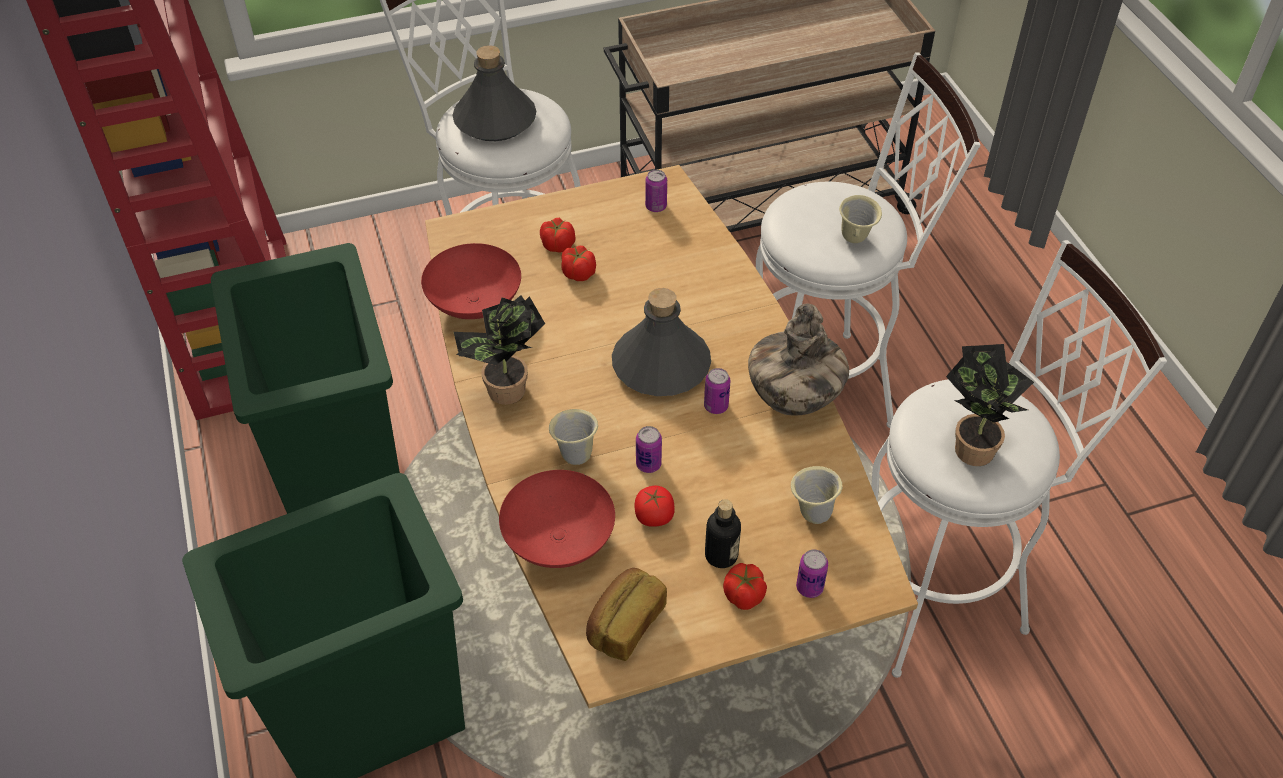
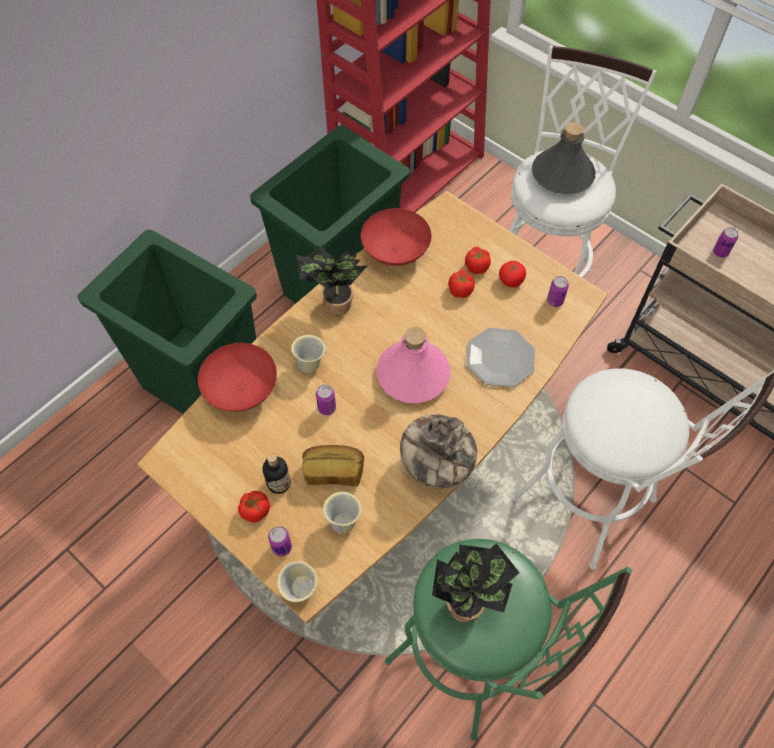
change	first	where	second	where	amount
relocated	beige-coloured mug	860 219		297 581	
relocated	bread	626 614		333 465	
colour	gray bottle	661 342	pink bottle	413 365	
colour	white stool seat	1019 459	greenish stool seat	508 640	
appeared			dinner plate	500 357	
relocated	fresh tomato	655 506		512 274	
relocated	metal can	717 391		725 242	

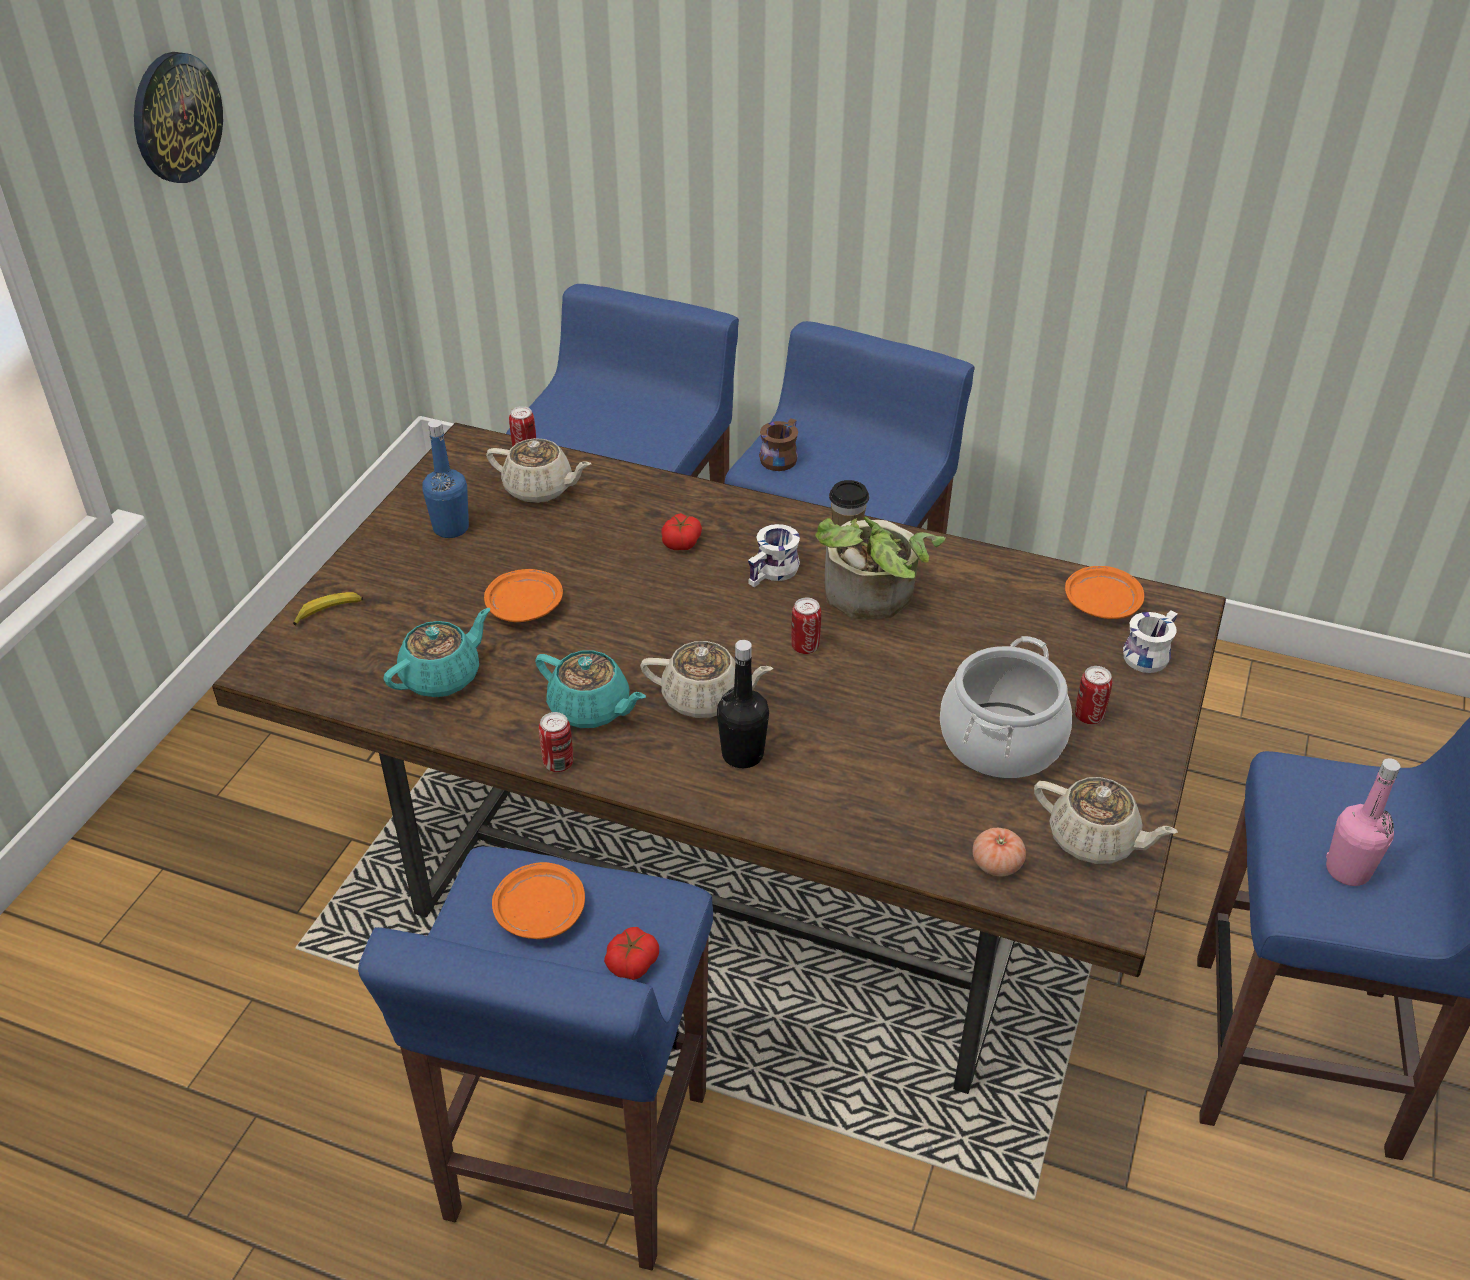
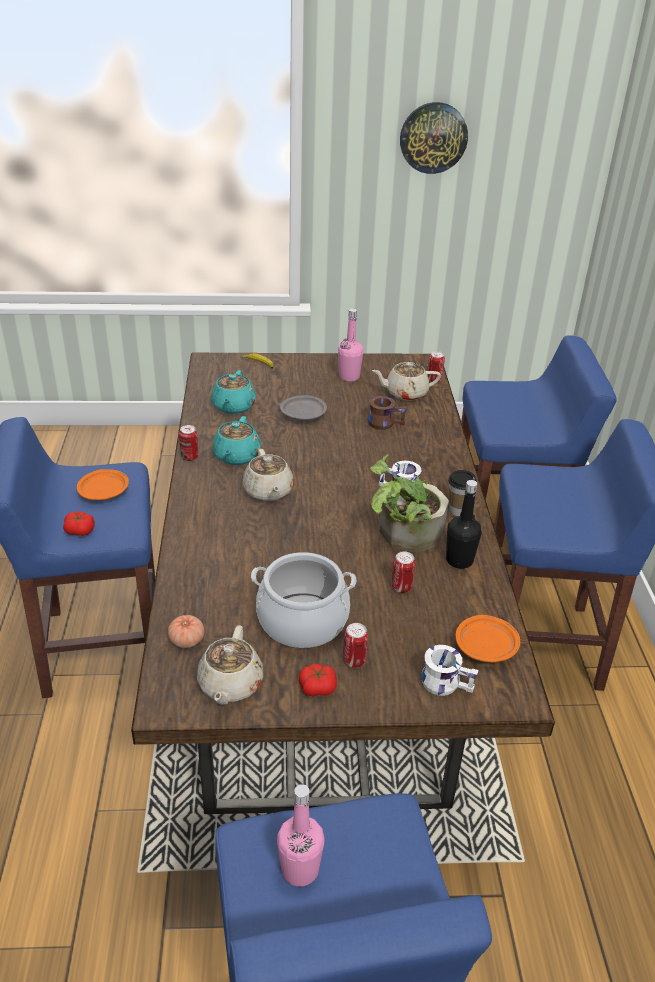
change	first	where	second	where	amount
spun	turquoise pot for tea	436 652		233 392	75 degrees clockwise
colour	orange dinner plate	523 595	gray dinner plate	303 407	
relocated	fresh tomato	681 531		318 680	
colour	blue-coloured bottle	445 479	pink bottle	351 345	
relocated	brown-coloured mug	778 444		387 413	
spun	beige-coloured pot for tea	538 470		406 381	90 degrees clockwise
relocated	metal can	806 625		403 572	
relocated	black bottle	743 704		464 524	

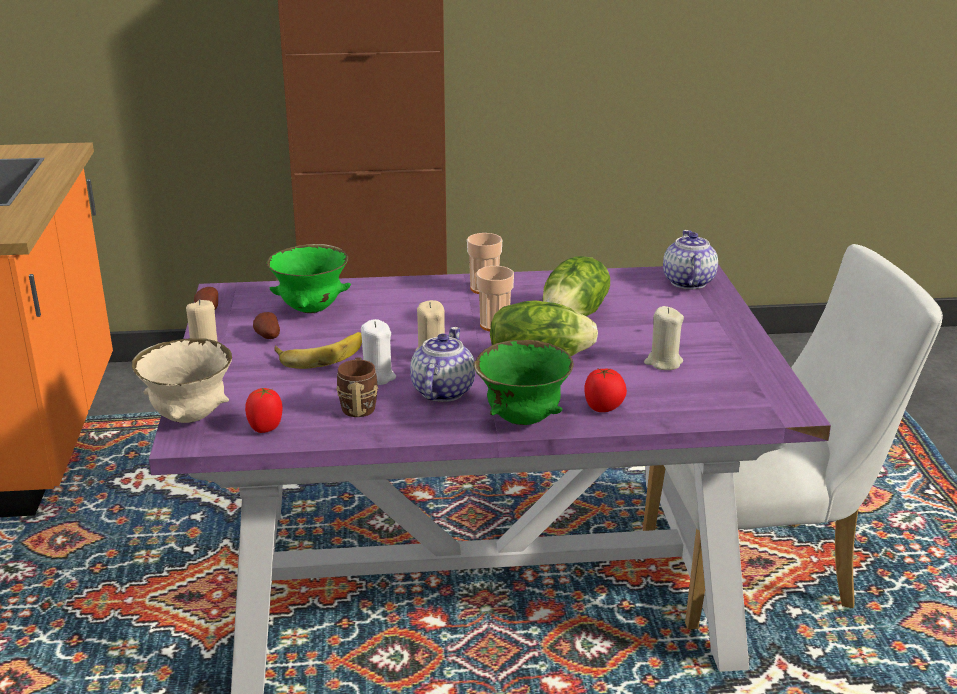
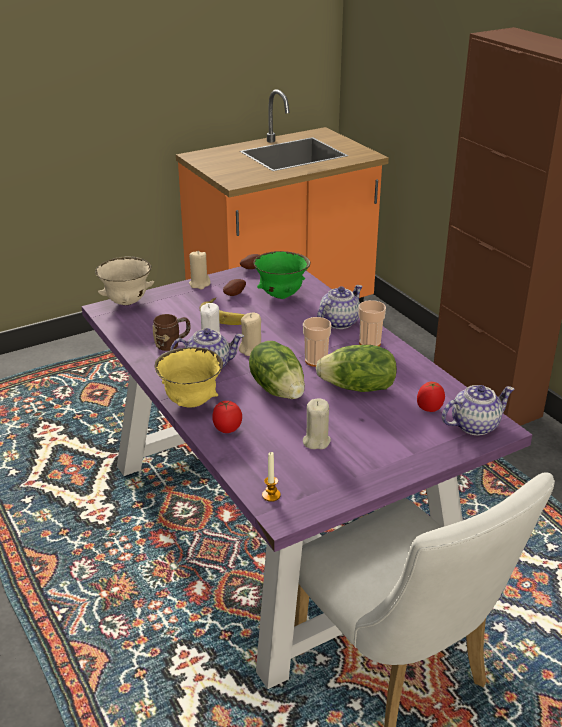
change	first	where	second	where	amount
colour	greenish bowl	523 382	yellow bowl	189 377	
appeared			candle	271 477	
appeared			pot for tea	339 307	
relocated	fresh tomato	264 410		431 397	

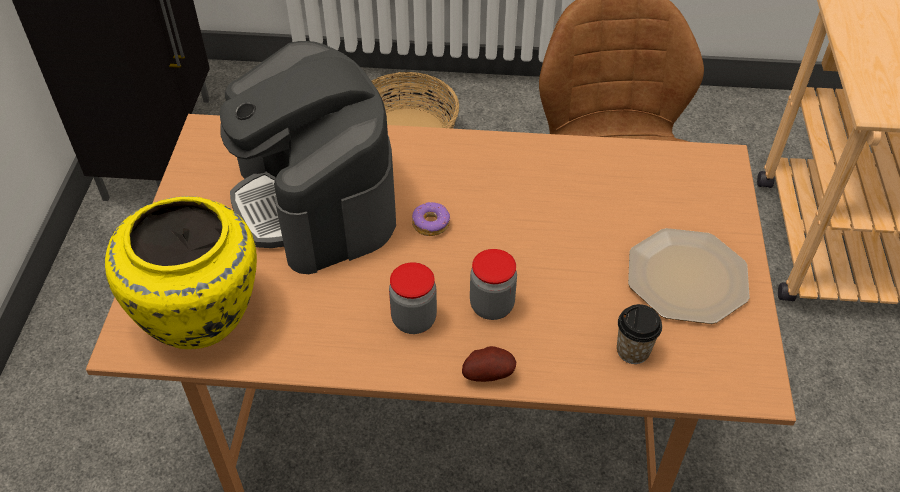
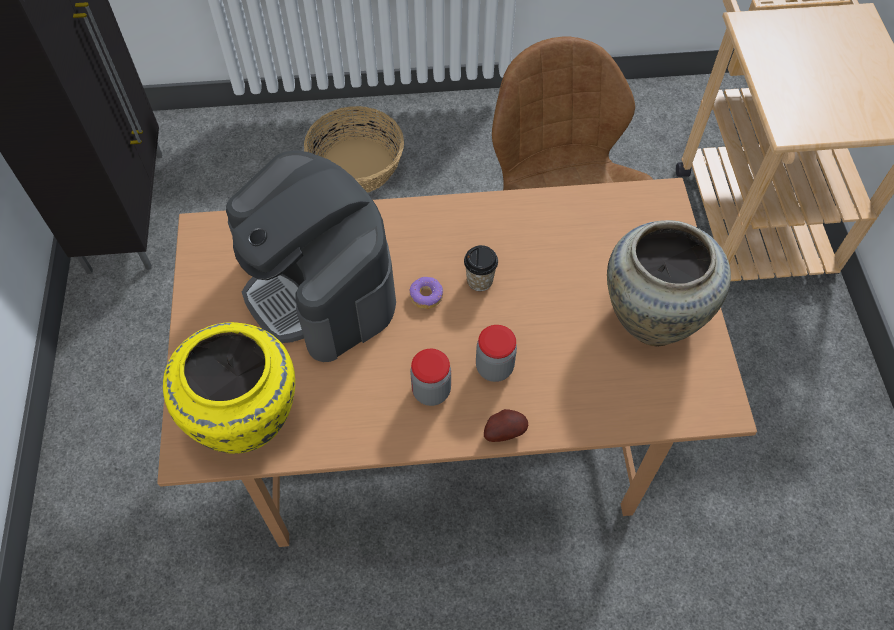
change	first	where	second	where	amount
relocated	drinking cup	639 334		481 268	
exchanged	dinner plate	689 276	beige-coloured flower vase	669 283	

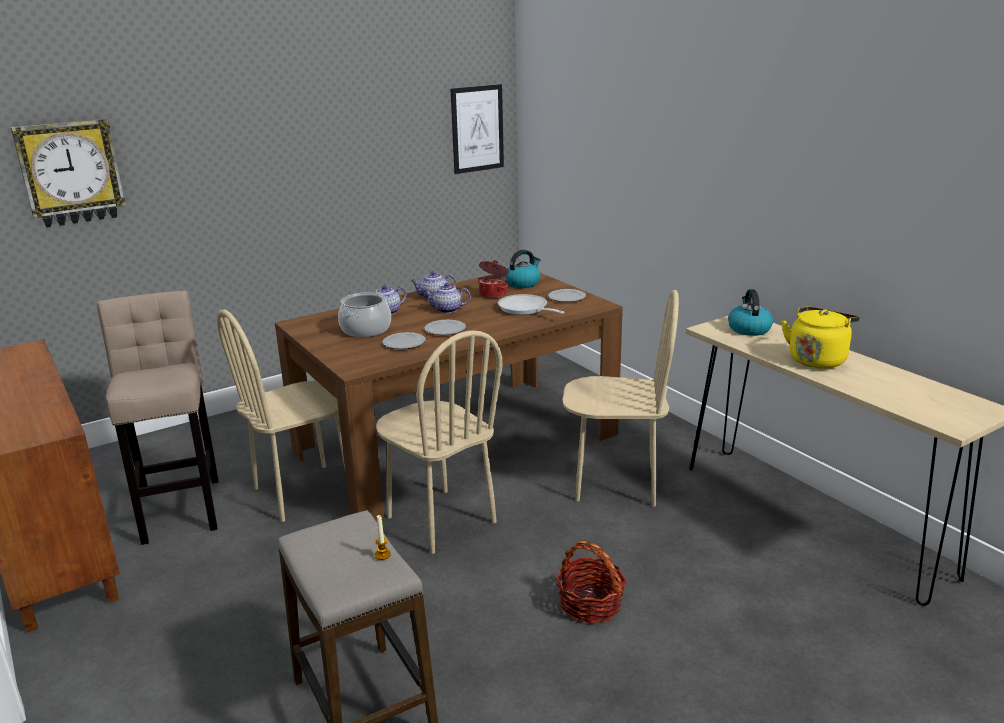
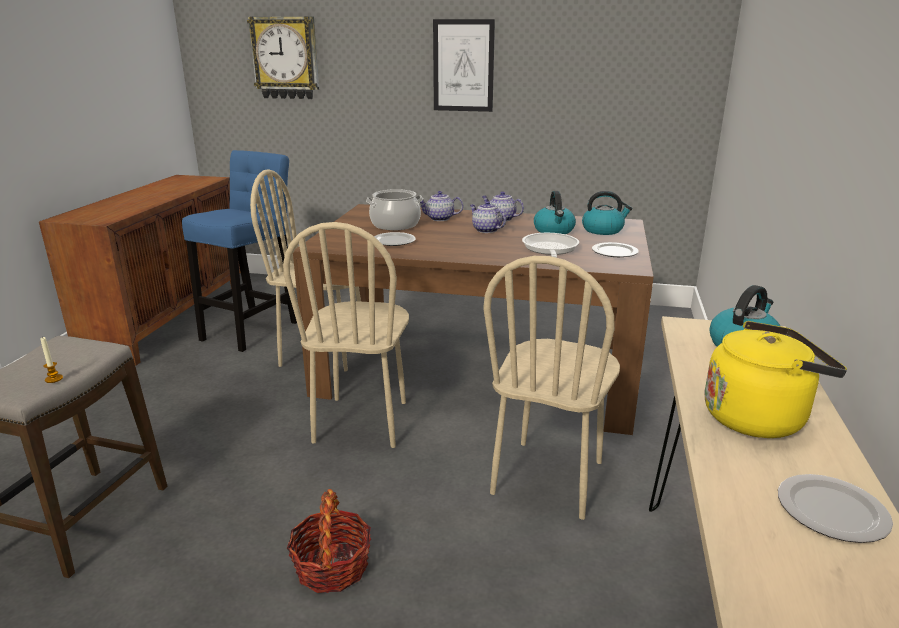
change	first	where	second	where	amount
colour	beige-coloured stool seat	157 418	blue-coloured stool seat	239 251	
relocated	wall art	477 129		464 65	
spun	beige-coloured plain chair	621 398		551 388	60 degrees clockwise
exchanged	saucepot	493 279	kettle	555 212	
relocated	dinner plate	445 327		835 508	

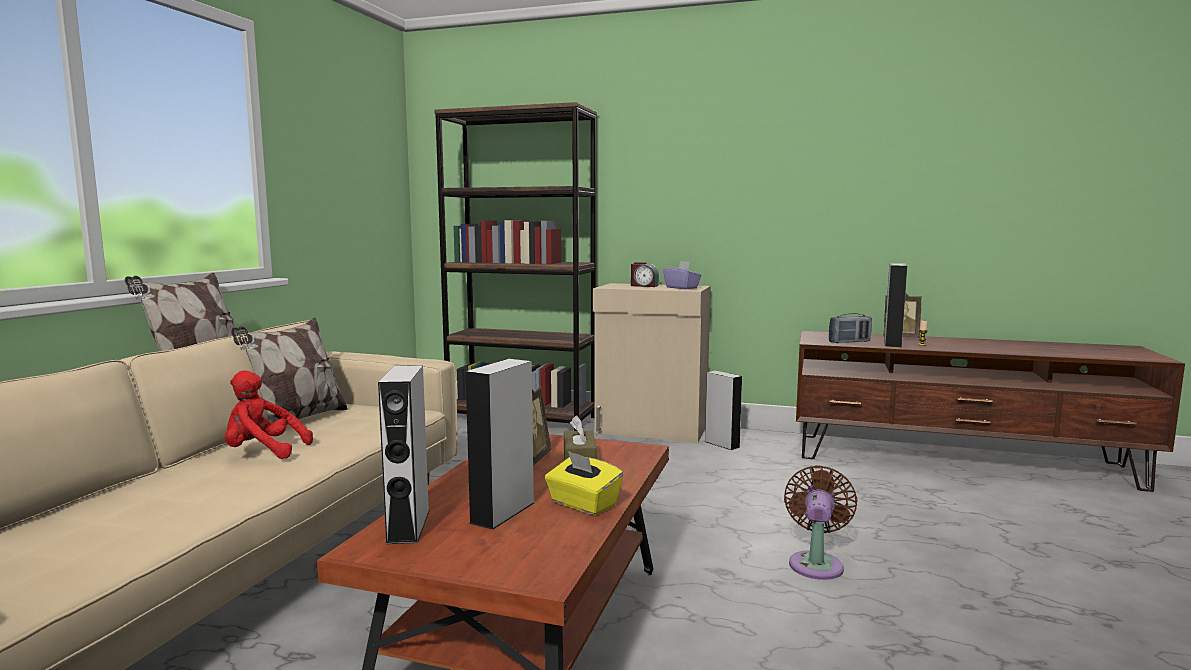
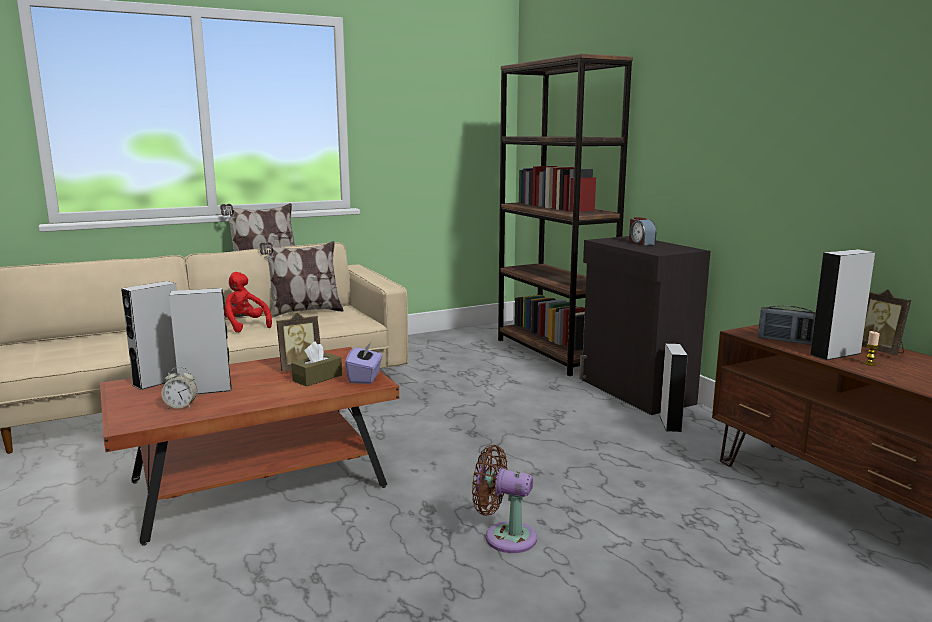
change	first	where	second	where	amount
appeared			table clock	179 388	
relocated	purplish box of tissues	682 275		364 363	
spun	brown-coloured electric fan	821 522		504 499	135 degrees counterclockwise
colour	beige-coloured cupboard	652 363	black cupboard	644 325	
missing	yellow box of tissues	584 483			

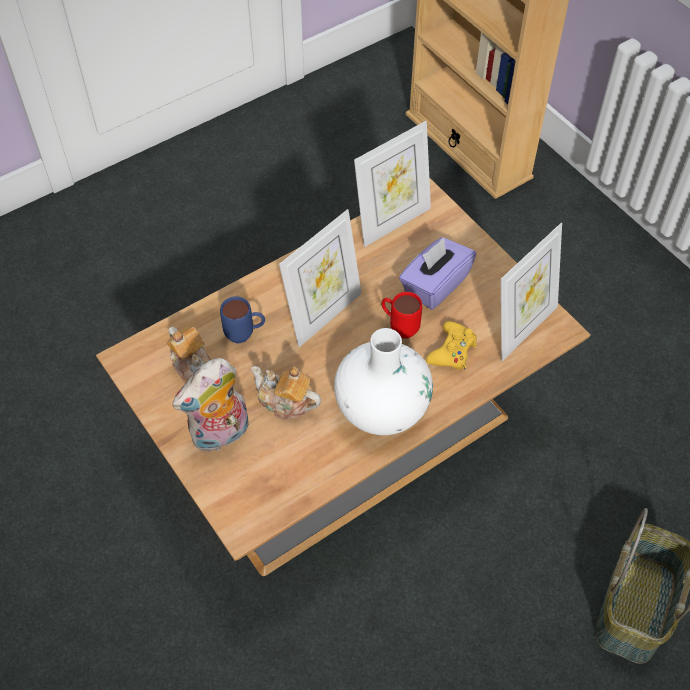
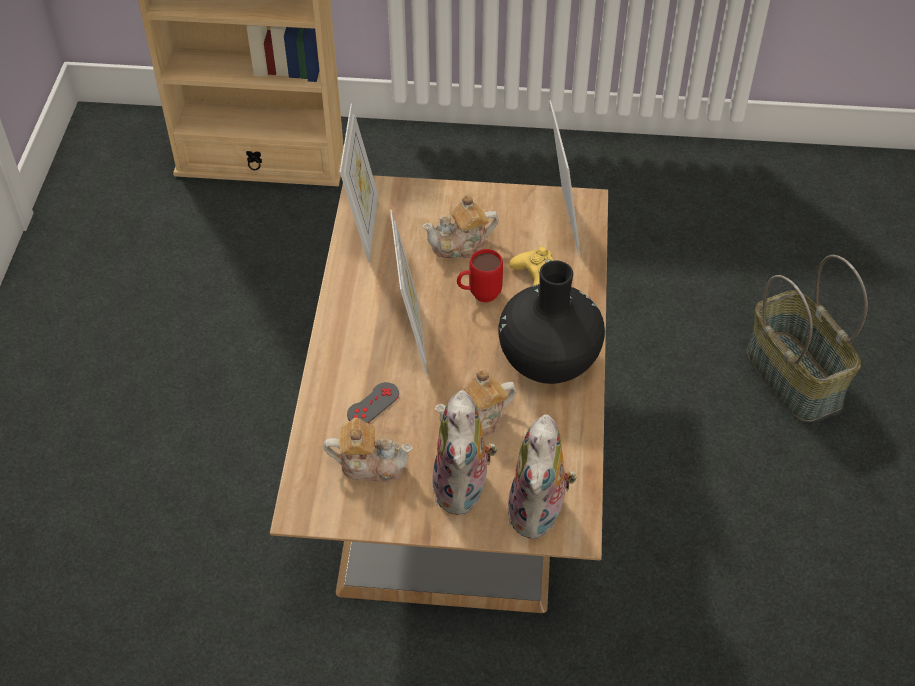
change	first	where	second	where	amount
exchanged	blue-coloured mug	242 320	gray gamepad	373 402	
exchanged	purplish box of tissues	437 273	pot for tea	460 226	
colour	white flower vase	383 381	black flower vase	551 322	
appeared			cuddly toy	542 476	

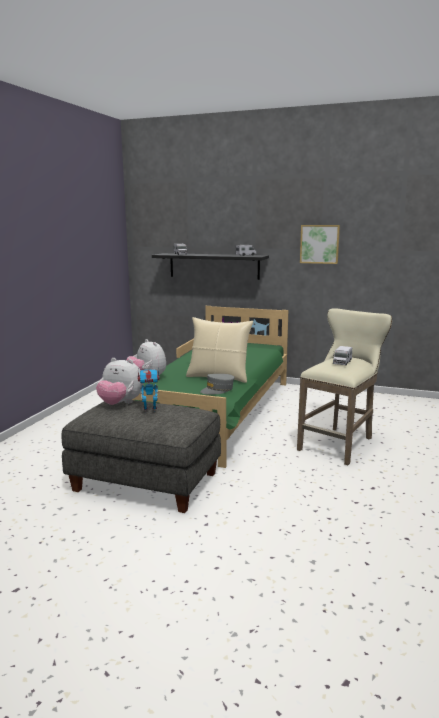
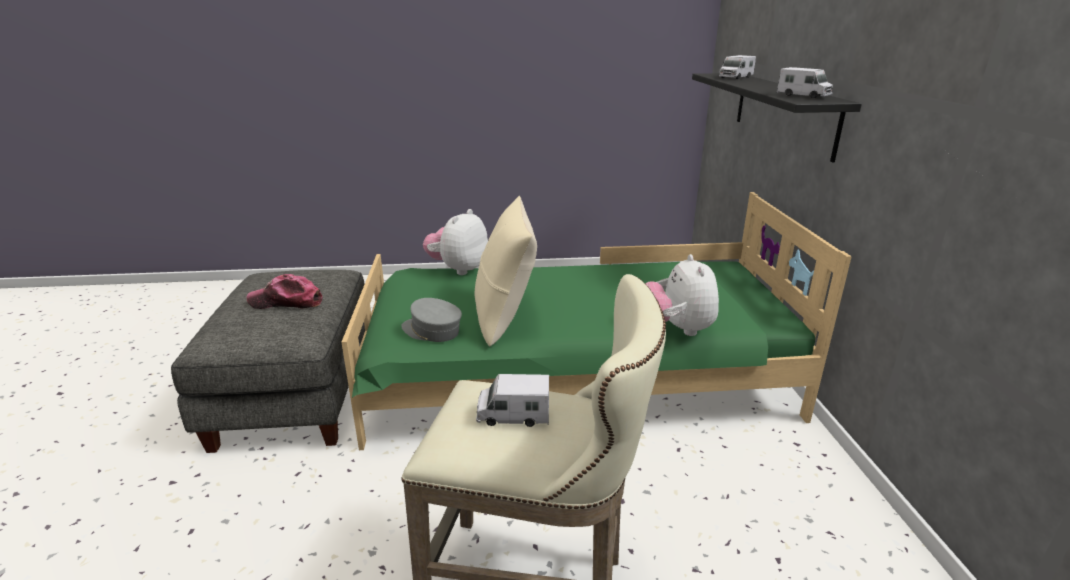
change	first	where	second	where	amount
exchanged	model robot	149 389	peaked cap	284 291	
relocated	cuddly toy	120 381		682 295	
missing	wall art	320 244			

